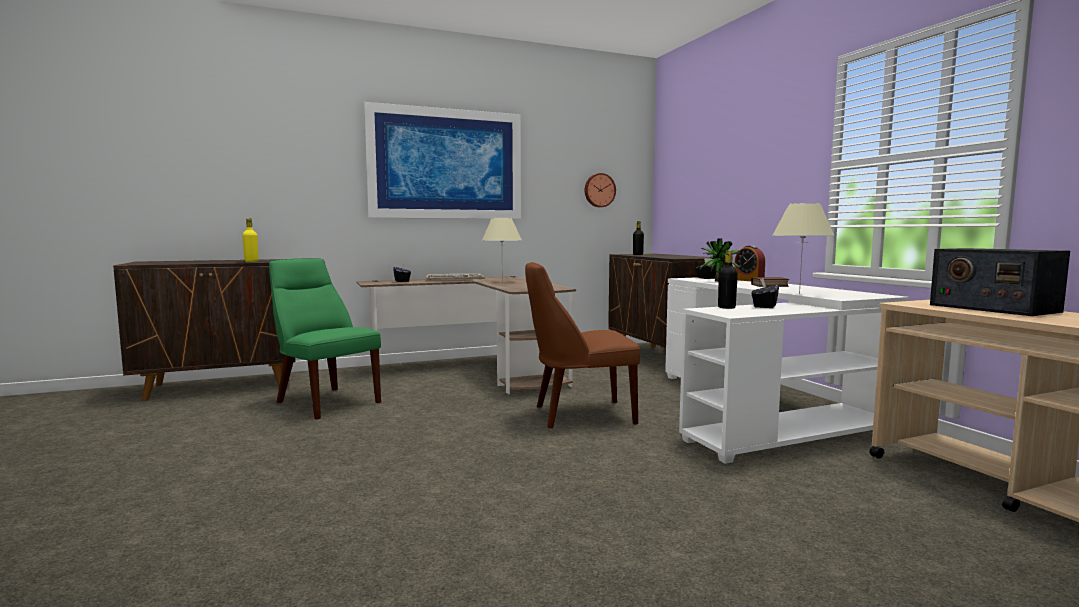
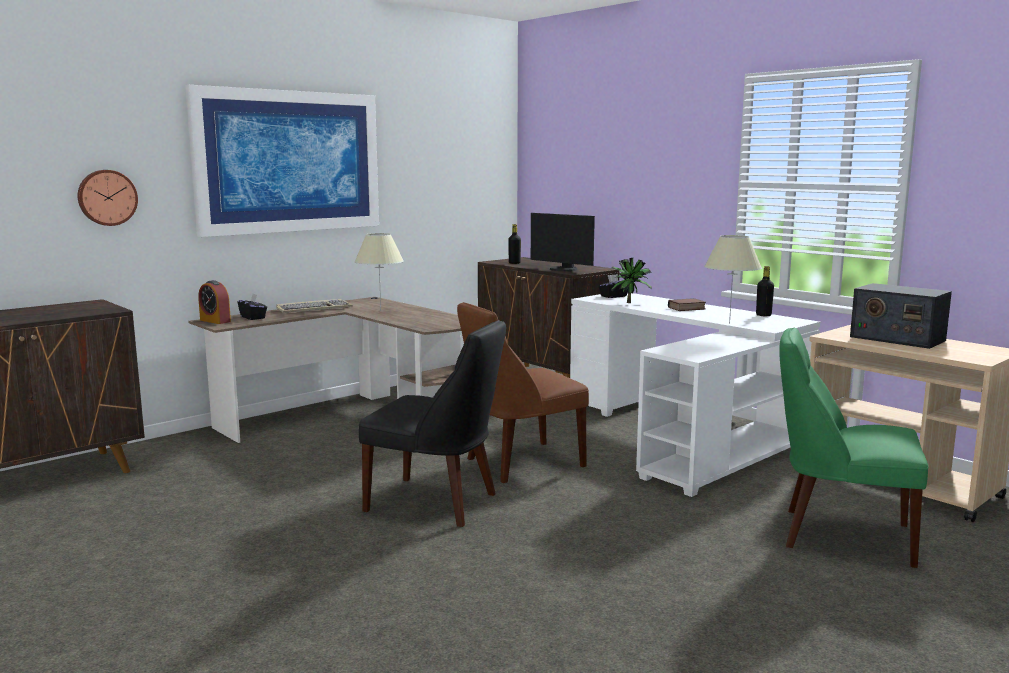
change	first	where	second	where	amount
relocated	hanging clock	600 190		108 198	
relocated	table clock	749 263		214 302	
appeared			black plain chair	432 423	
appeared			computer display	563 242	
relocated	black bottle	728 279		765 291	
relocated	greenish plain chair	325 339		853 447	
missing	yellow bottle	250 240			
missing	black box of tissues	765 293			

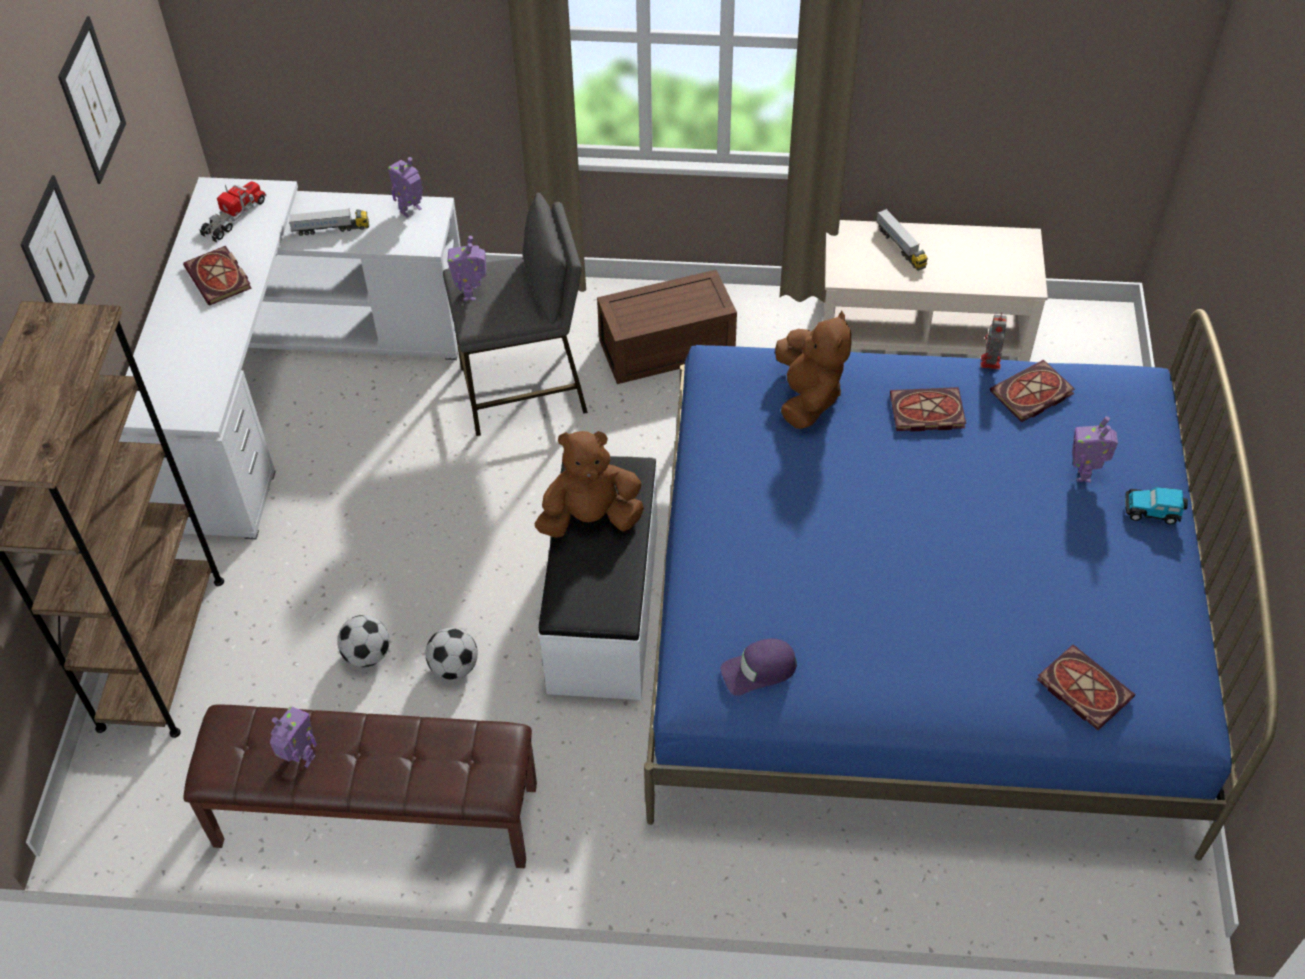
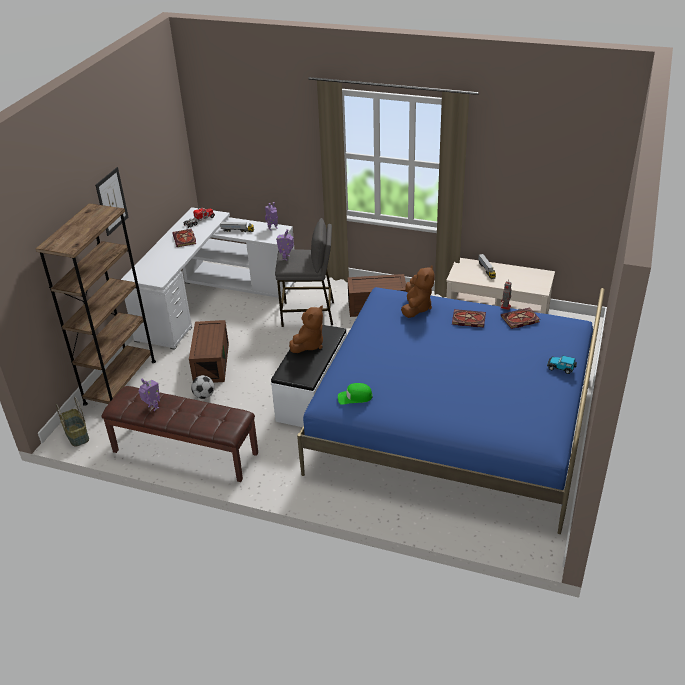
change	first	where	second	where	amount
appeared			household basket	72 422	
appeared			brown-coloured storage bin	209 351	
spun	brown-coloured cuddly toy	589 484		306 329	120 degrees clockwise
colour	purplish peaked cap	759 667	greenish peaked cap	355 394	
missing	wall art	92 100			
missing	football ball	451 654			
missing	bound book	1086 687			
missing	model robot	1095 449			

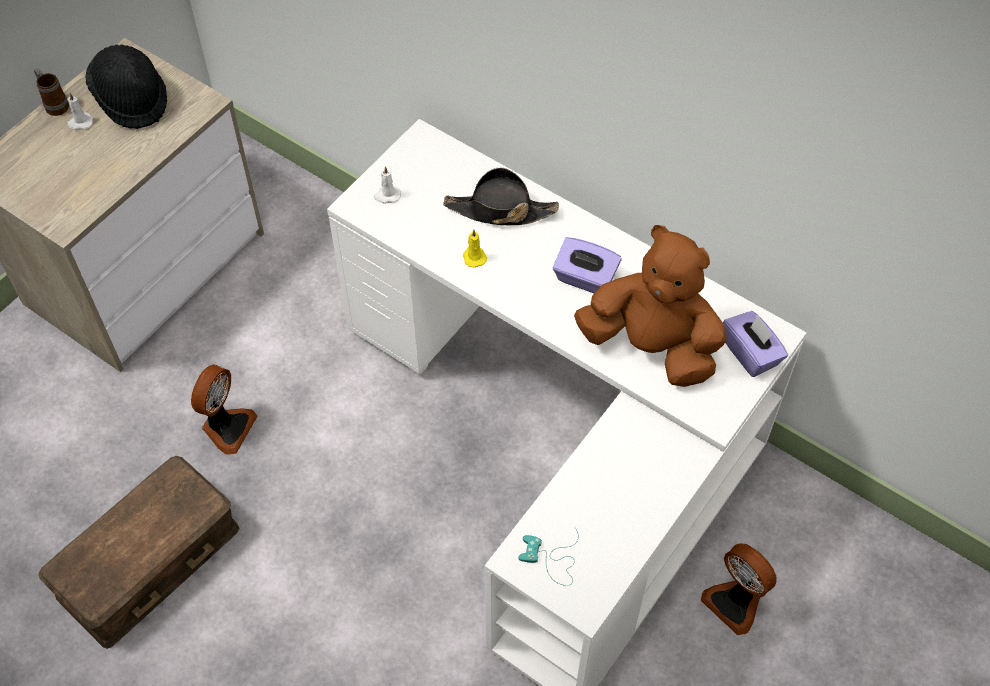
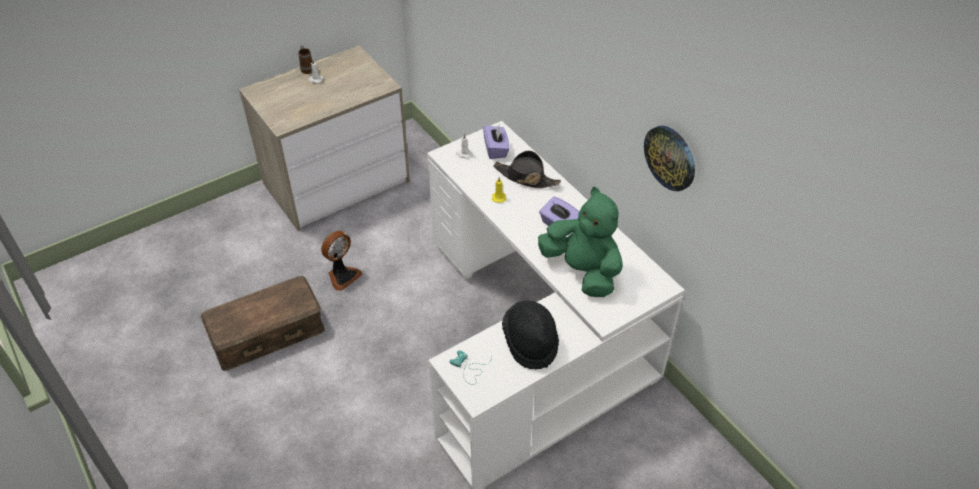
change	first	where	second	where	amount
relocated	purplish box of tissues	755 344		496 142	
relocated	black clothing hat	126 87		530 334	
colour	brown-coloured cuddly toy	650 306	greenish cuddly toy	580 242	
appeared			hanging clock	669 158	
missing	electric fan	739 589			

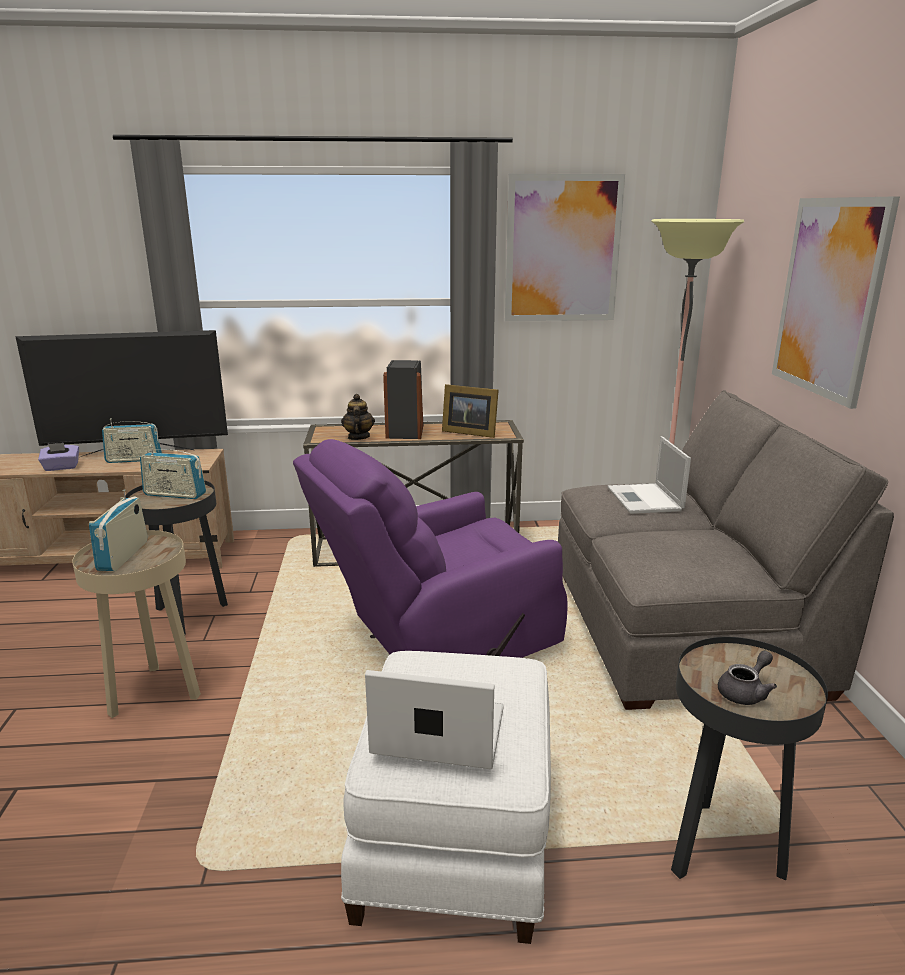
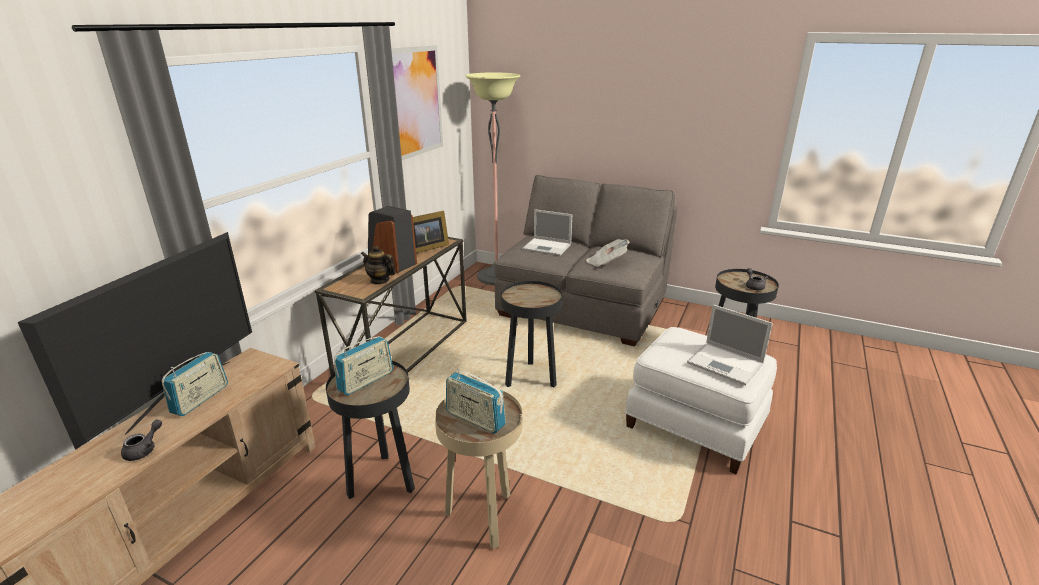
change	first	where	second	where	amount
exchanged	purplish box of tissues	58 457	gray pot for tea	141 440	
exchanged	purplish lounge chair	430 548	black end table	531 334	
appeared			newspaper	608 253	
spun	notebook computer	434 719		730 345	90 degrees counterclockwise
missing	wall art	836 303			

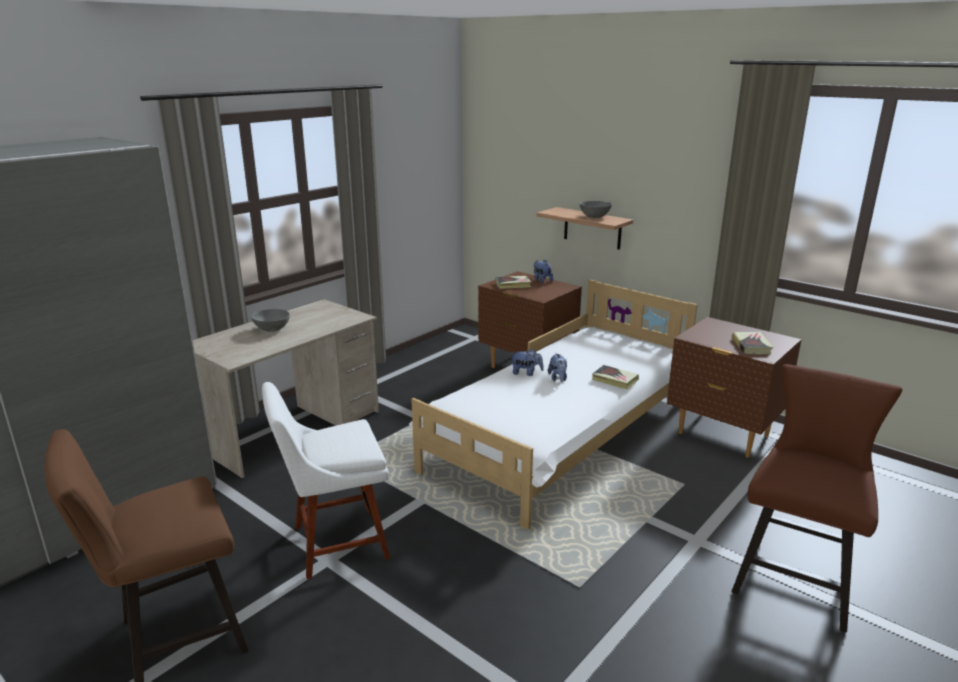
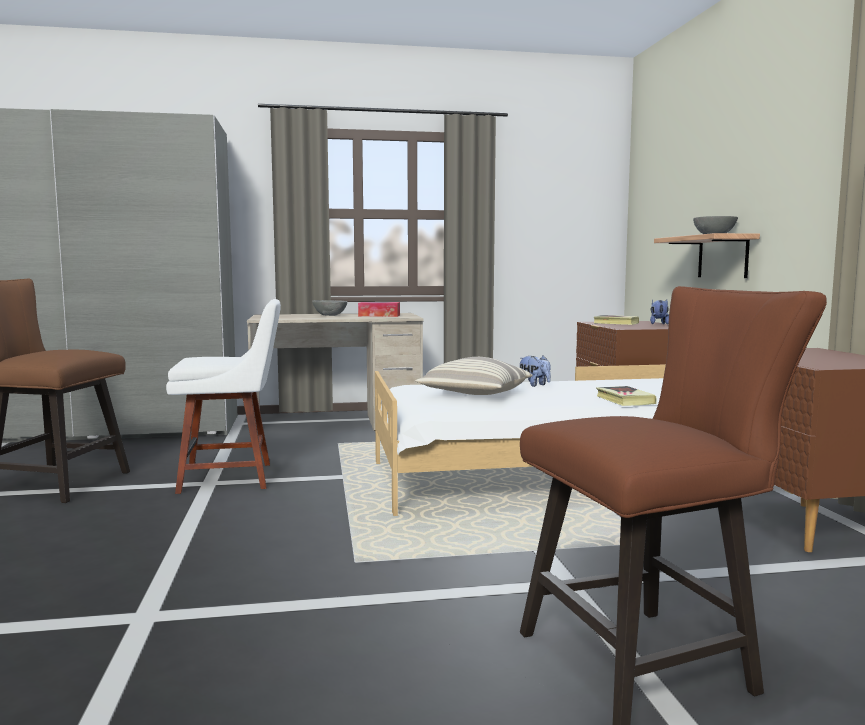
change	first	where	second	where	amount
spun	white plain chair	326 480		223 396	150 degrees clockwise
appeared			box of tissues	379 309	
appeared			cushion	474 376	
missing	cuddly toy	557 367			
missing	bound book	752 343			

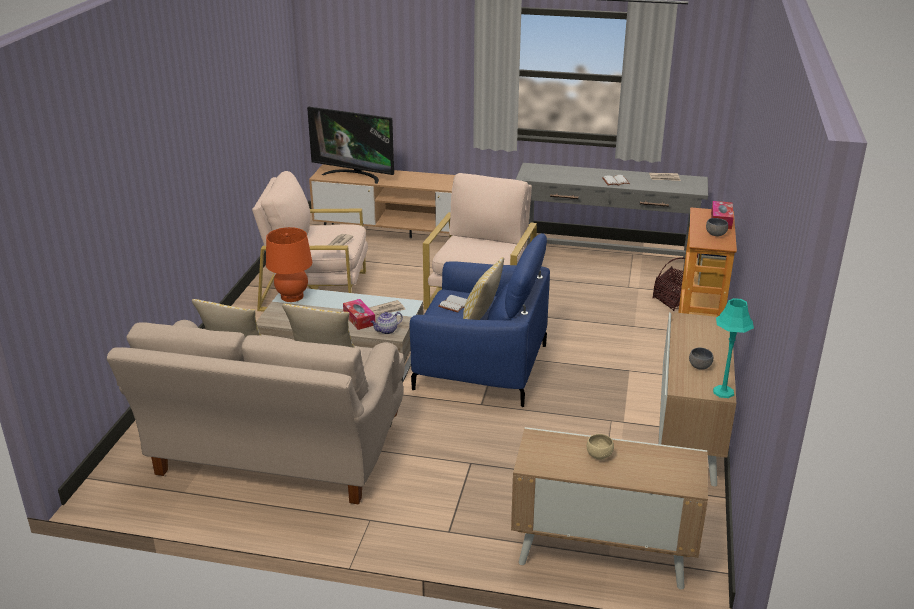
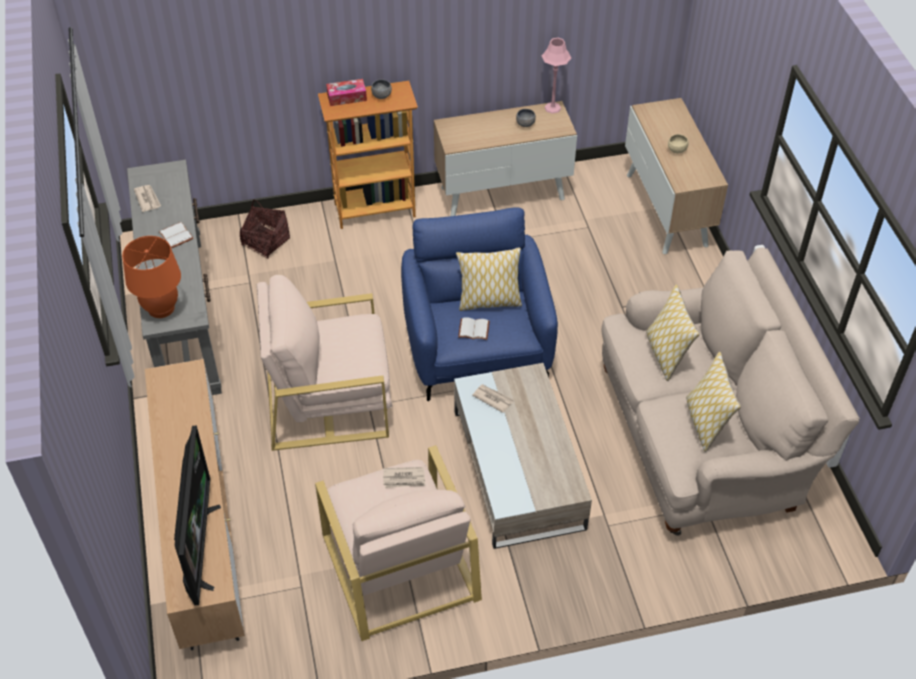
change	first	where	second	where	amount
relocated	orange table lamp	289 264		151 277	
colour	turquoise table lamp	733 348	pink table lamp	556 76	
missing	box of tissues	359 314			
missing	pot for tea	387 323			

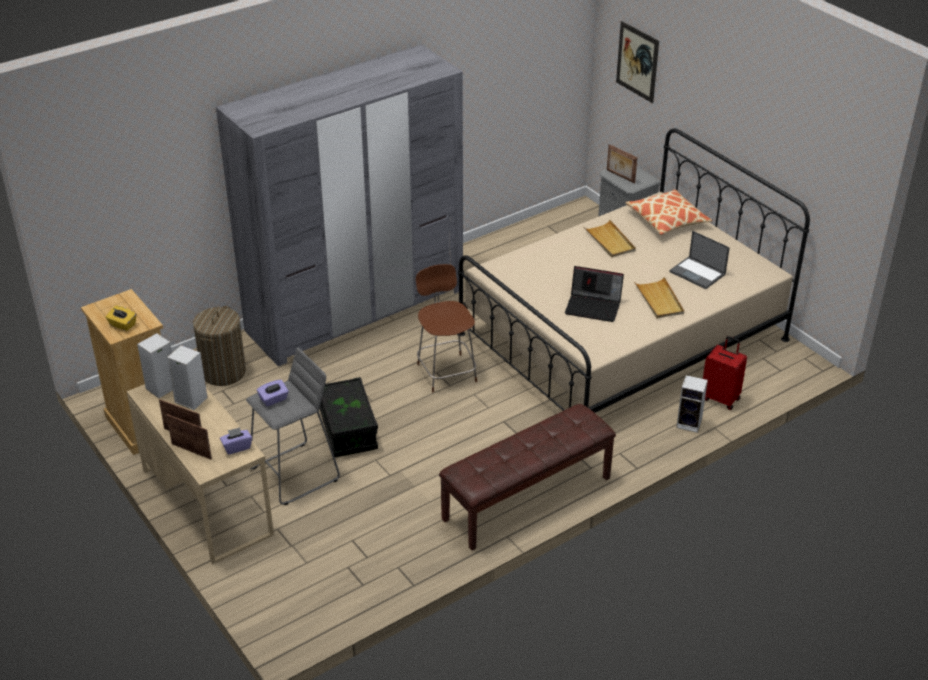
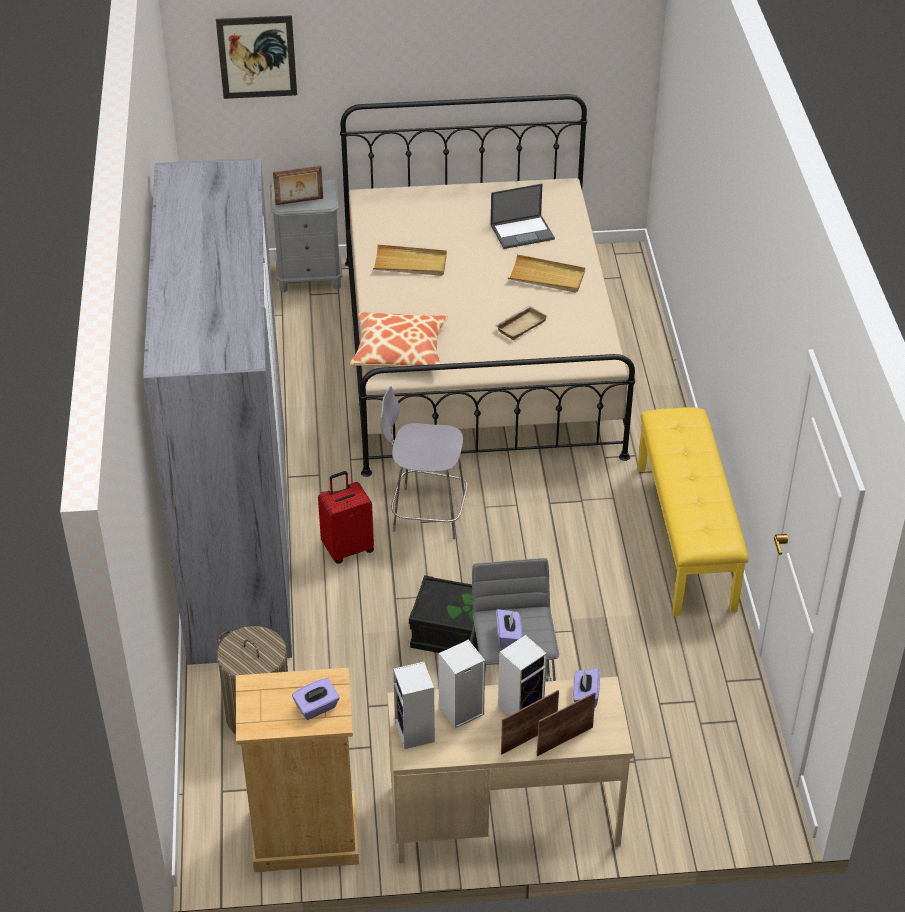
change	first	where	second	where	amount
colour	yellow box of tissues	121 318	purplish box of tissues	315 699	
relocated	red-coloured suitcase	725 373		346 517	
relocated	cushion	668 212		398 339	
colour	brown-coloured plain chair	446 328	gray plain chair	424 462	
exchanged	notebook computer	594 294	beige-coloured serving tray	521 322	
relocated	loudspeaker	692 404		522 675	
colour	brown-coloured indoor bench	527 477	yellow indoor bench	693 511	

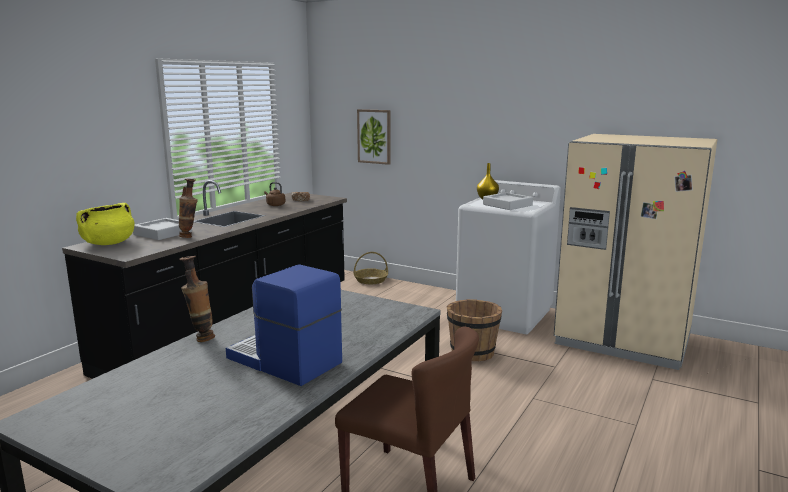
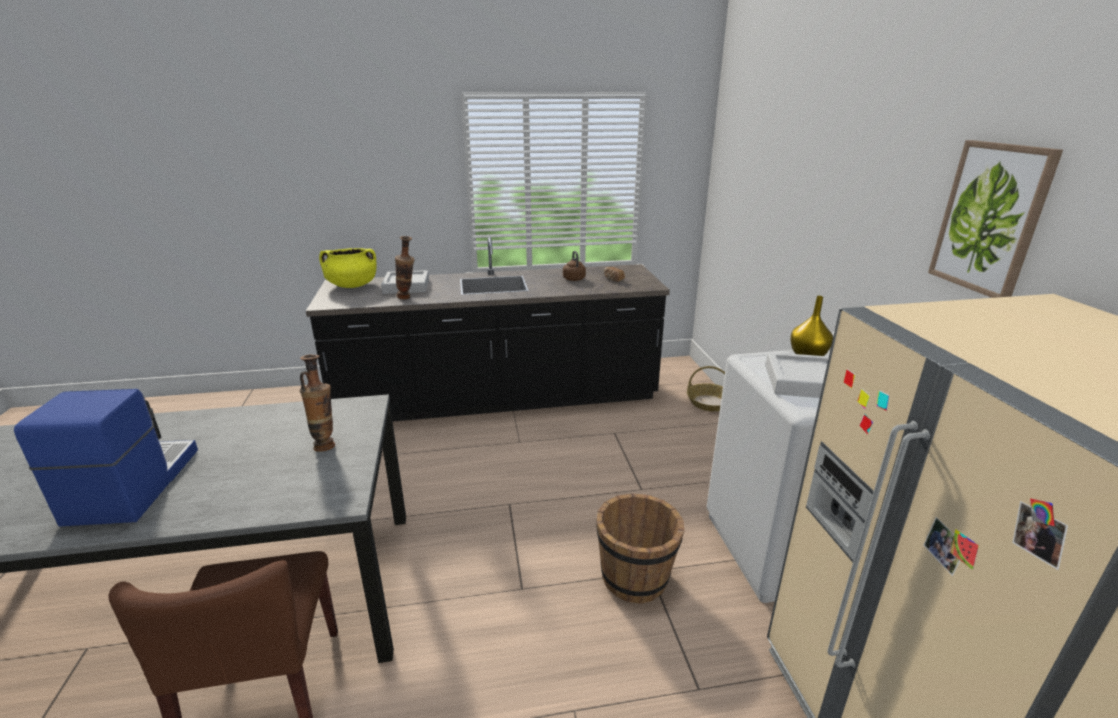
change	first	where	second	where	amount
relocated	flower vase	197 299		317 403	
relocated	wall art	374 137		995 219	

